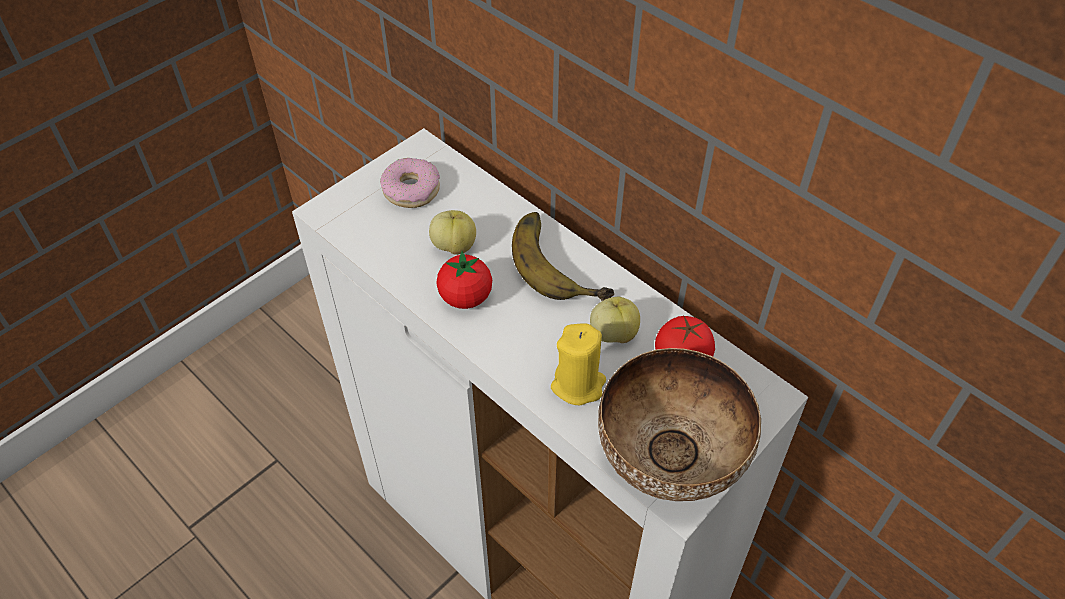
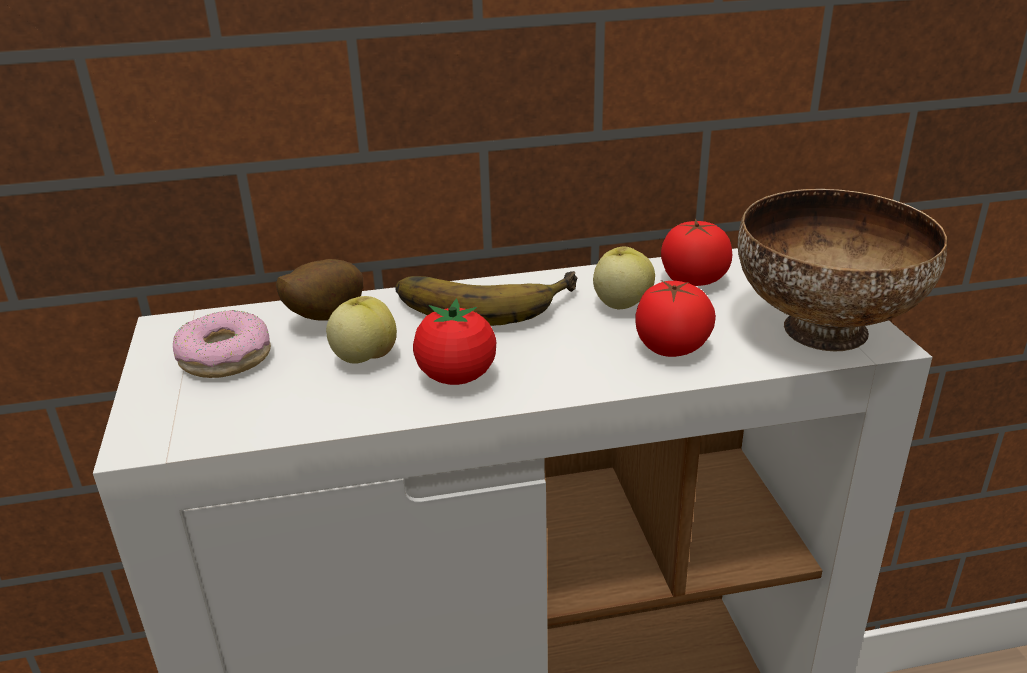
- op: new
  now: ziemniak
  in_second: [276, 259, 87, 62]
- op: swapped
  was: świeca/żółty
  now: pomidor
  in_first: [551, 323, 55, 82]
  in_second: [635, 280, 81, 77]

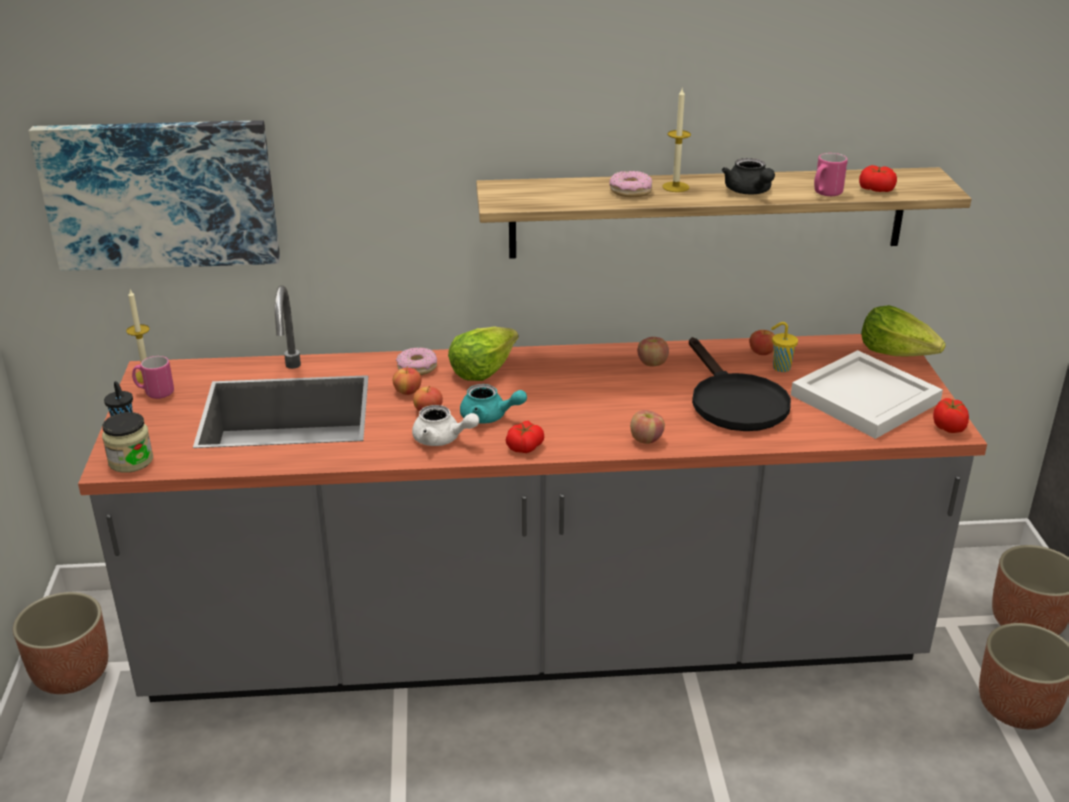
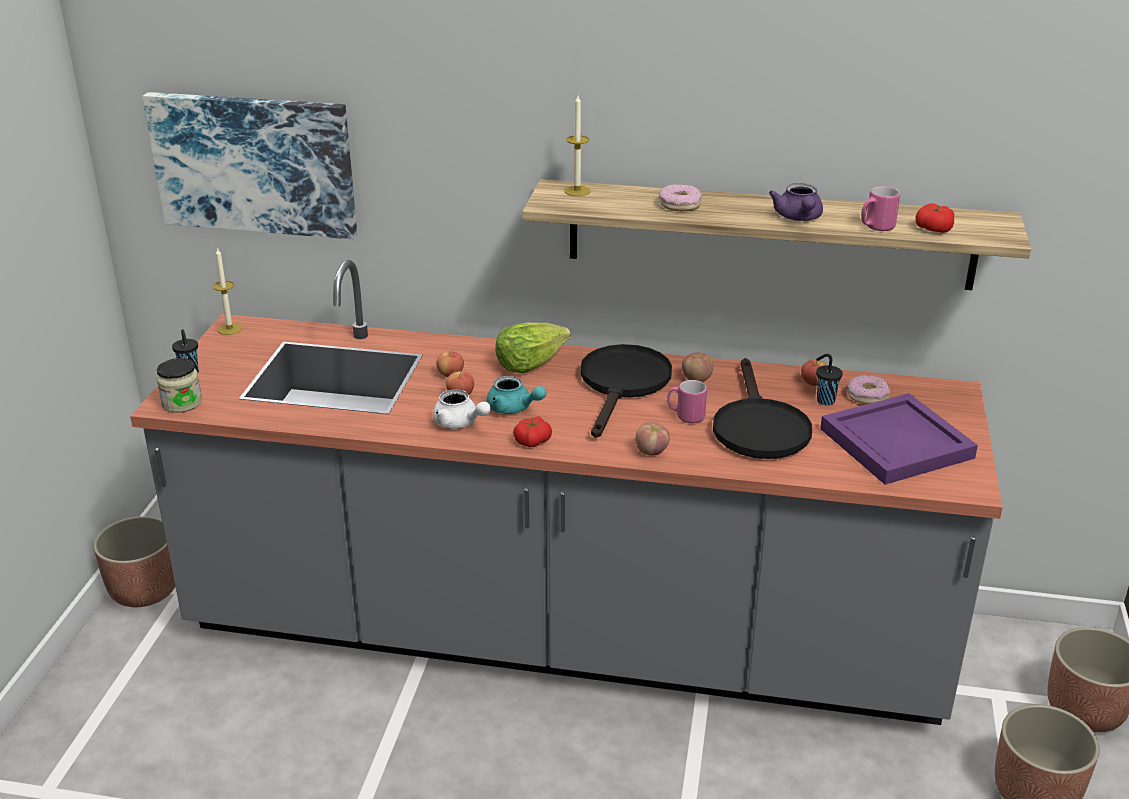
- op: shifted
  was: świeca
  in_first: [662, 88, 29, 104]
  in_second: [564, 95, 27, 101]
- op: new
  now: patelnia/czarny
  in_second: [580, 344, 92, 94]
- op: shifted
  was: kubek/różowy
  in_first: [132, 356, 42, 43]
  in_second: [667, 380, 40, 43]
- op: repainted
  was: imbryk/czarny
  now: imbryk/fioletowy
  in_first: [722, 158, 53, 37]
  in_second: [769, 183, 54, 38]
- op: repainted
  was: filiżanka/żółty
  now: filiżanka/czarny
  in_first: [771, 322, 27, 50]
  in_second: [816, 354, 27, 51]
- op: repainted
  was: taca/biały
  now: taca/fioletowy
  in_first: [791, 350, 152, 89]
  in_second: [820, 393, 158, 92]
- op: shifted
  was: donut
  in_first: [396, 347, 41, 28]
  in_second: [847, 375, 43, 29]
- op: gone
  was: sałata
  in_first: [861, 305, 85, 52]
- op: gone
  was: pomidor
  in_first: [933, 398, 36, 35]

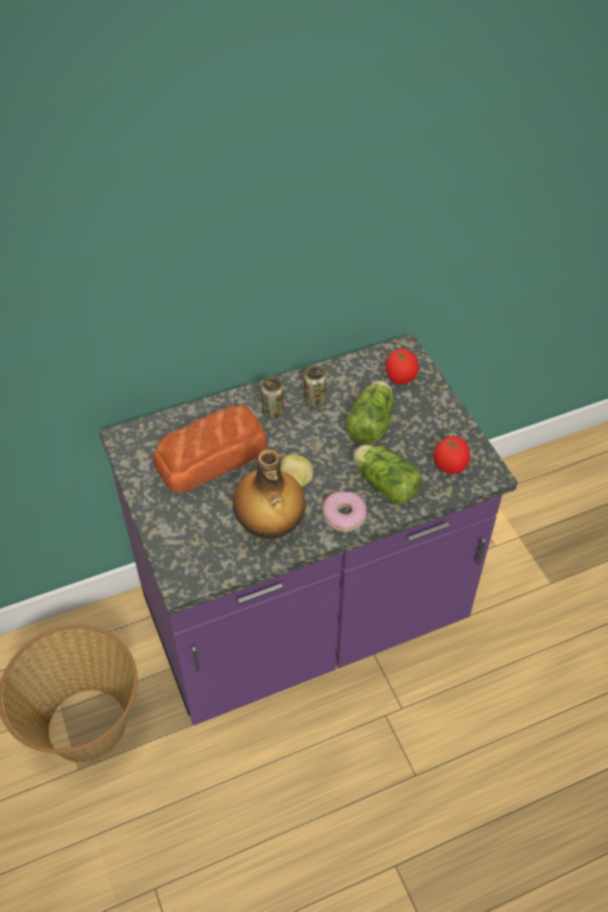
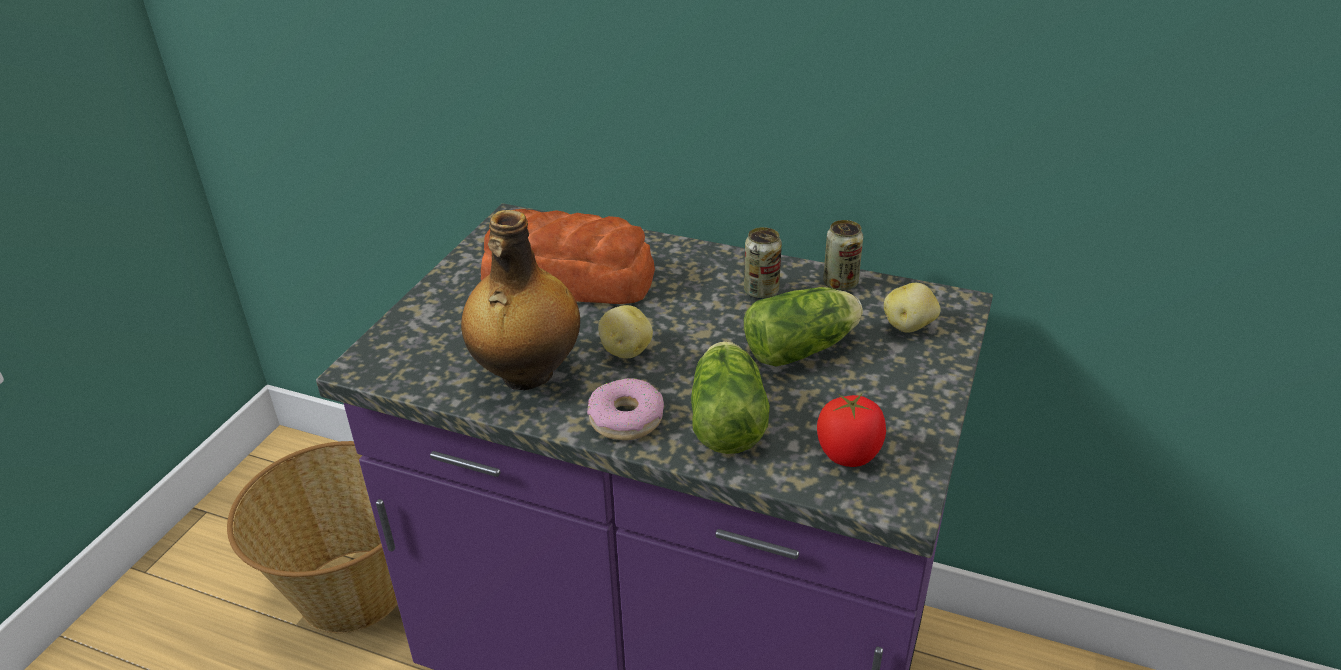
- op: shifted
  was: puszka
  in_first: [261, 377, 23, 42]
  in_second: [823, 220, 40, 71]
- op: swapped
  was: pomidor
  now: ziemniak
  in_first: [386, 349, 33, 35]
  in_second: [884, 283, 57, 50]

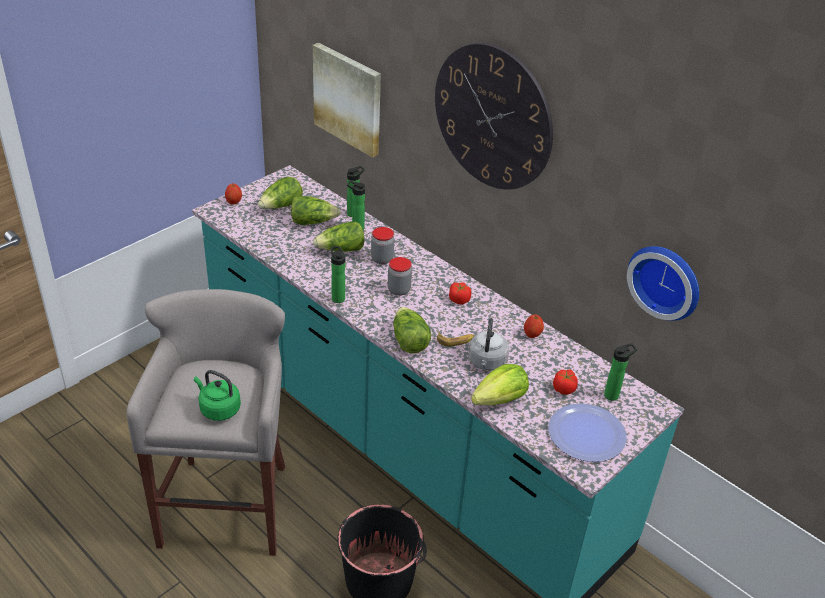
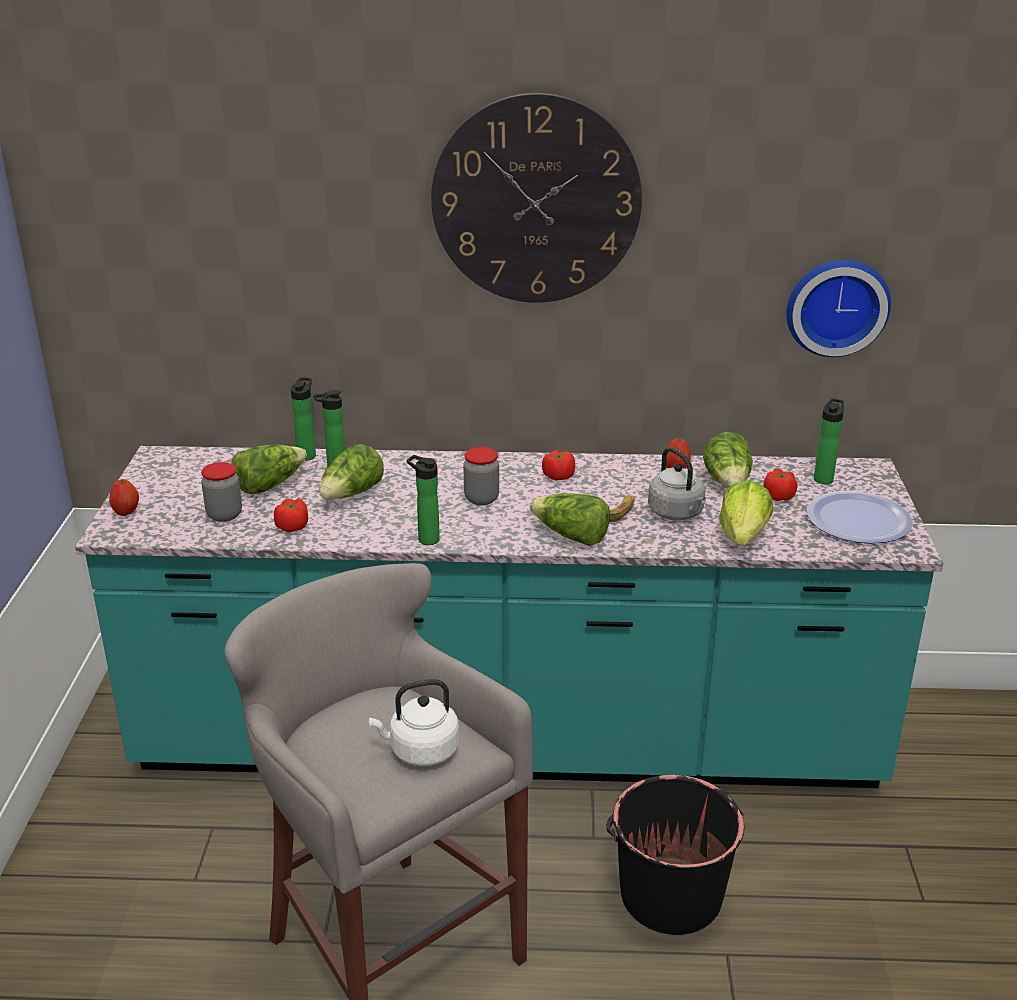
- op: shifted
  was: słoik
  in_first: [371, 227, 23, 37]
  in_second: [201, 462, 41, 60]
- op: new
  now: pomidor
  in_second: [274, 499, 34, 33]
- op: repainted
  was: czajnik/zielony
  now: czajnik/biały
  in_first: [194, 370, 47, 51]
  in_second: [368, 679, 91, 87]
- op: shifted
  was: sałata
  in_first: [258, 176, 45, 33]
  in_second: [703, 432, 50, 56]
- op: gone
  was: obraz
  in_first: [313, 43, 68, 115]

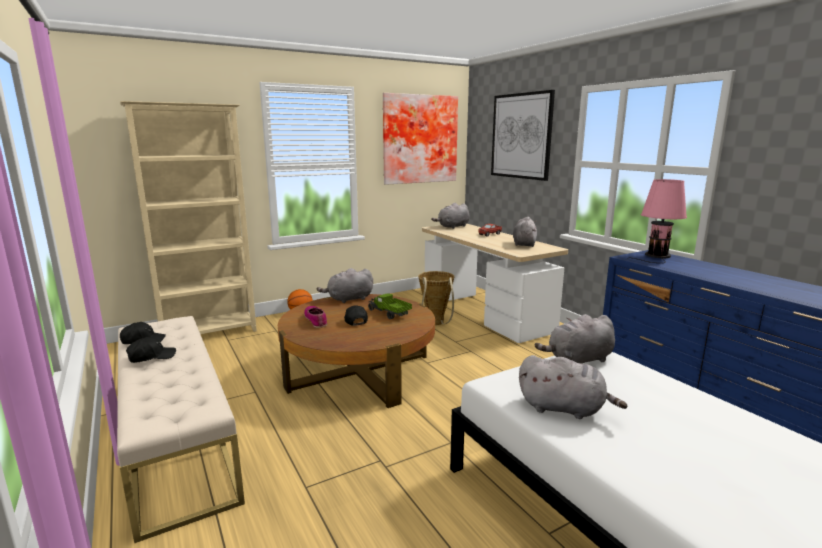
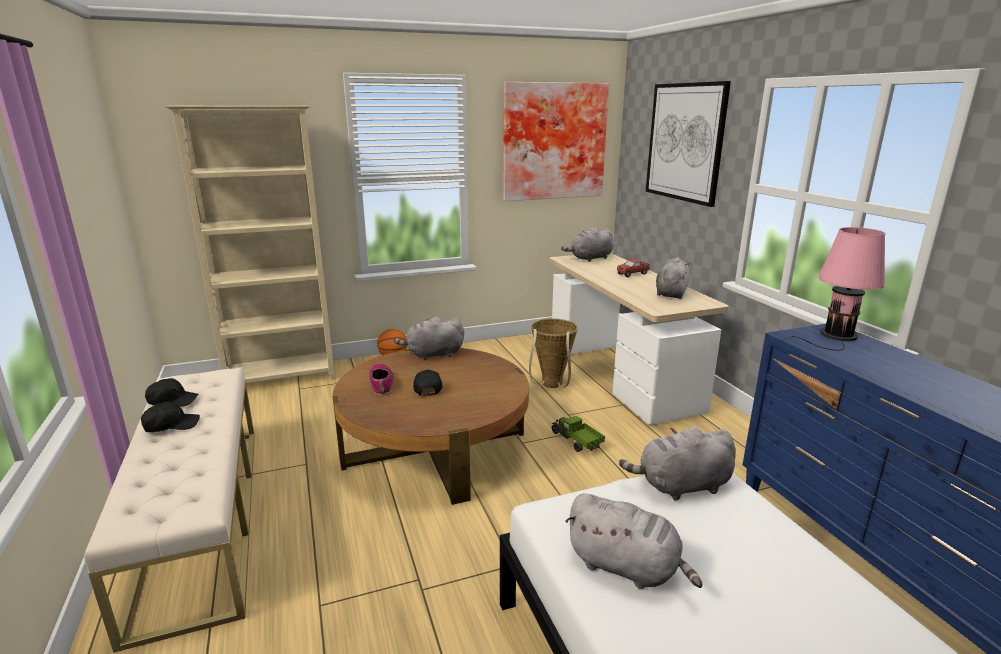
- op: shifted
  was: ciężarówka zabawkowa
  in_first: [368, 293, 44, 26]
  in_second: [551, 416, 54, 36]

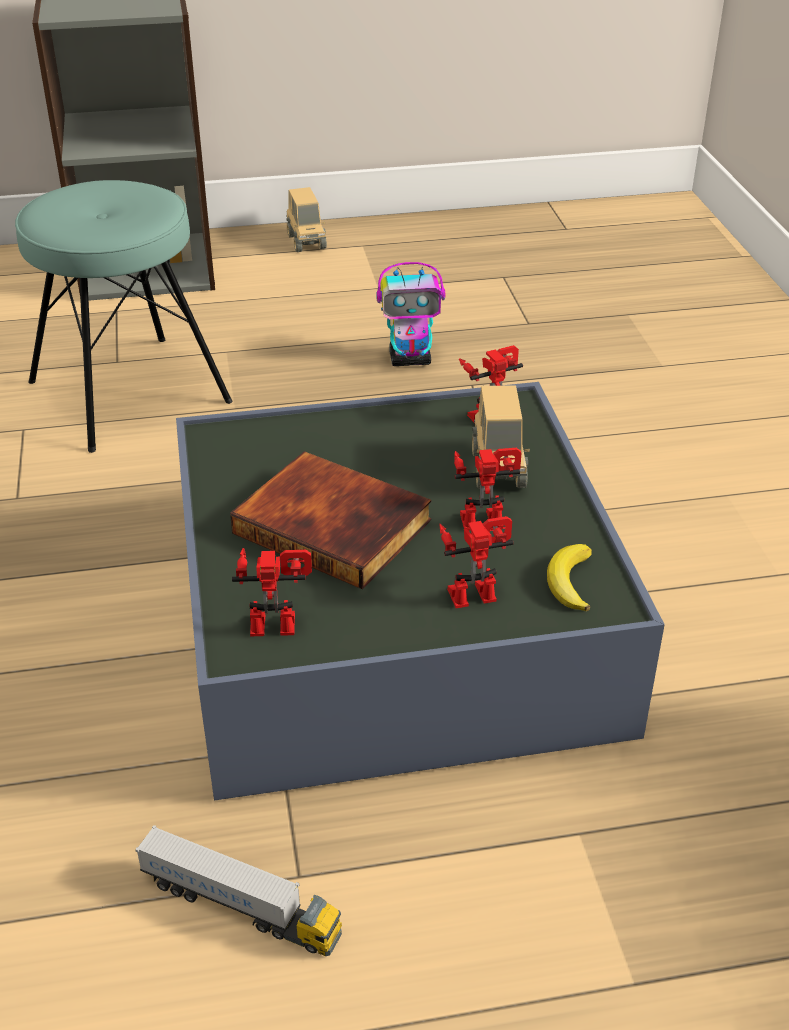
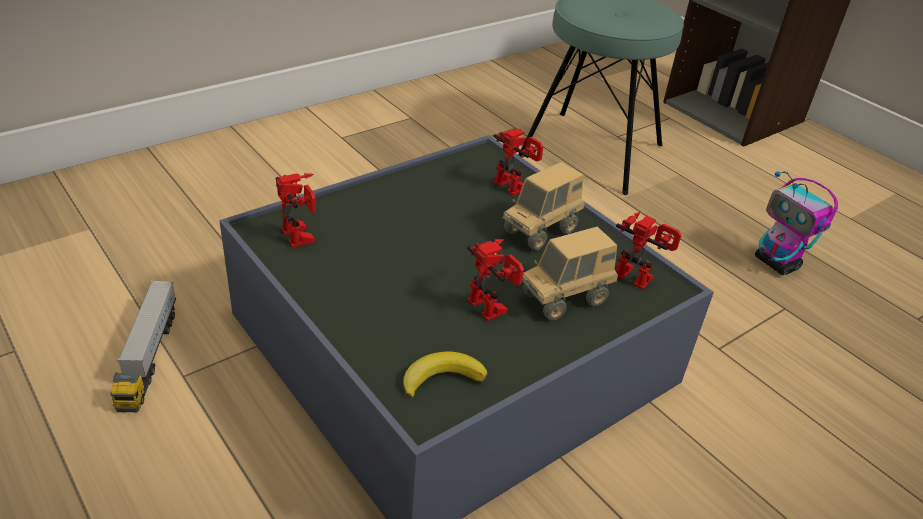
- op: shifted
  was: robot zabawkowy
  in_first: [440, 516, 73, 92]
  in_second: [493, 129, 50, 66]
- op: shifted
  was: ciężarówka zabawkowa
  in_first: [286, 187, 41, 65]
  in_second: [502, 162, 83, 88]
- op: gone
  was: książka
  in_first: [230, 451, 201, 138]

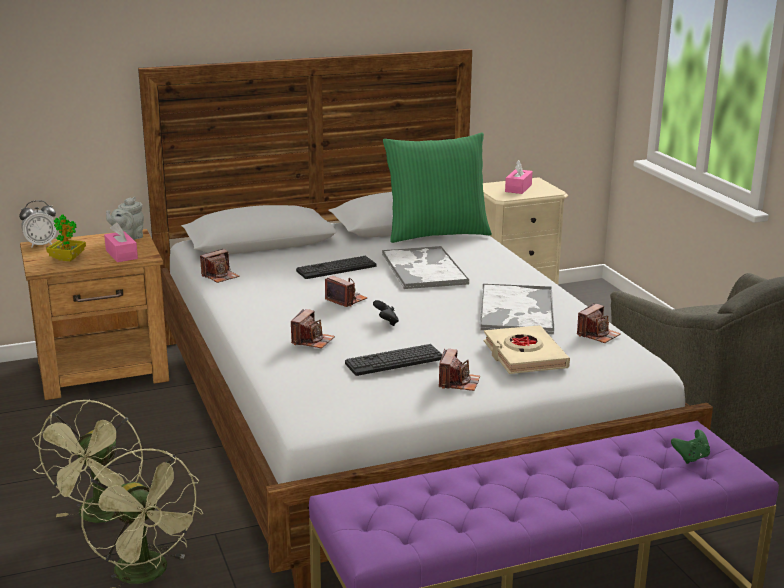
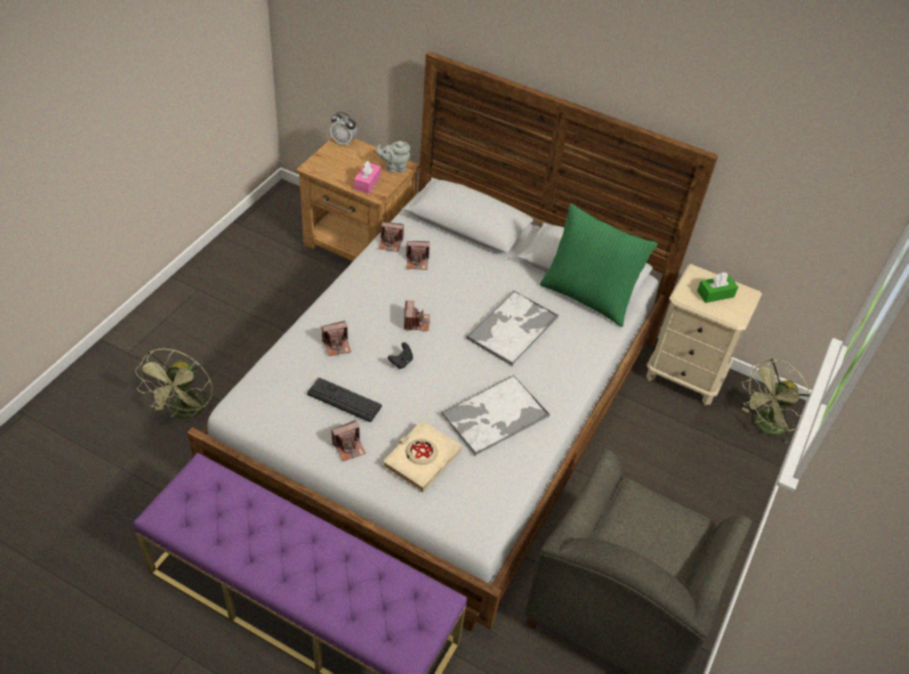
- op: shifted
  was: aparat fotograficzny
  in_first: [577, 303, 44, 40]
  in_second: [406, 241, 24, 29]
- op: repainted
  was: pudełko chusteczek/różowy
  now: pudełko chusteczek/zielony
  in_first: [505, 160, 28, 34]
  in_second: [697, 272, 41, 31]
- op: shifted
  was: wentylator/zielony
  in_first: [32, 399, 111, 124]
  in_second: [742, 359, 68, 85]
- op: gone
  was: roślina doniczkowa
  in_first: [46, 214, 40, 47]
- op: gone
  was: klawiatura
  in_first: [296, 256, 80, 23]
- op: gone
  was: pad do gier/zielony
  in_first: [671, 429, 39, 35]

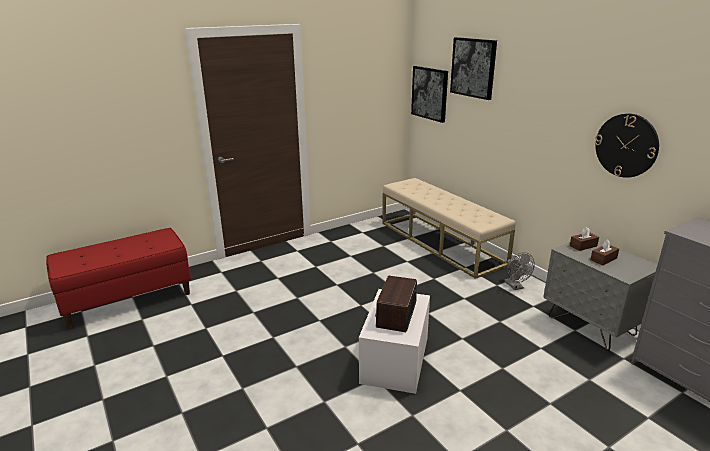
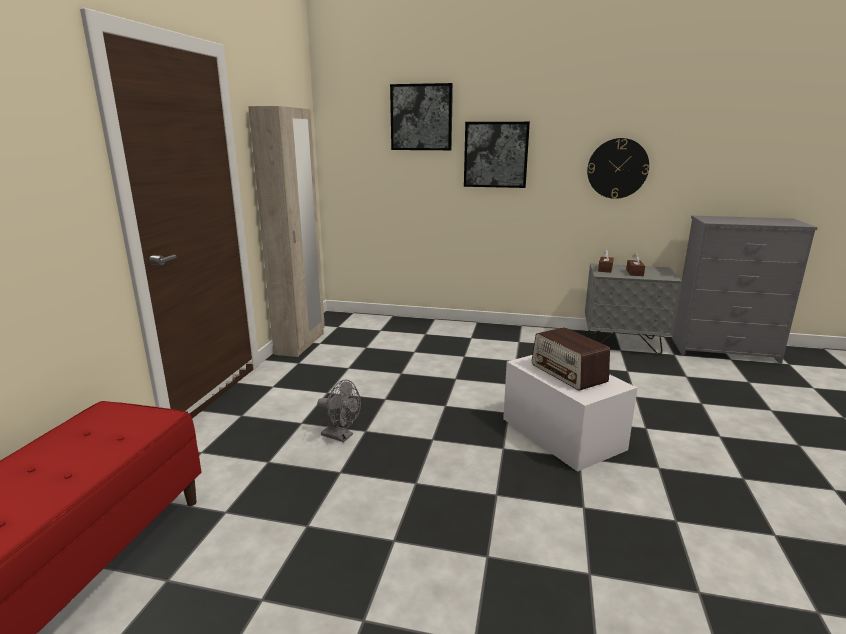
- op: new
  now: szafa/beżowy
  in_second: [248, 106, 77, 251]
- op: shifted
  was: wentylator/szary
  in_first: [504, 252, 31, 38]
  in_second: [317, 379, 44, 63]
- op: shifted
  was: obraz
  in_first: [411, 66, 37, 57]
  in_second: [464, 122, 66, 66]
- op: gone
  was: ławka/beżowy
  in_first: [382, 178, 134, 101]

